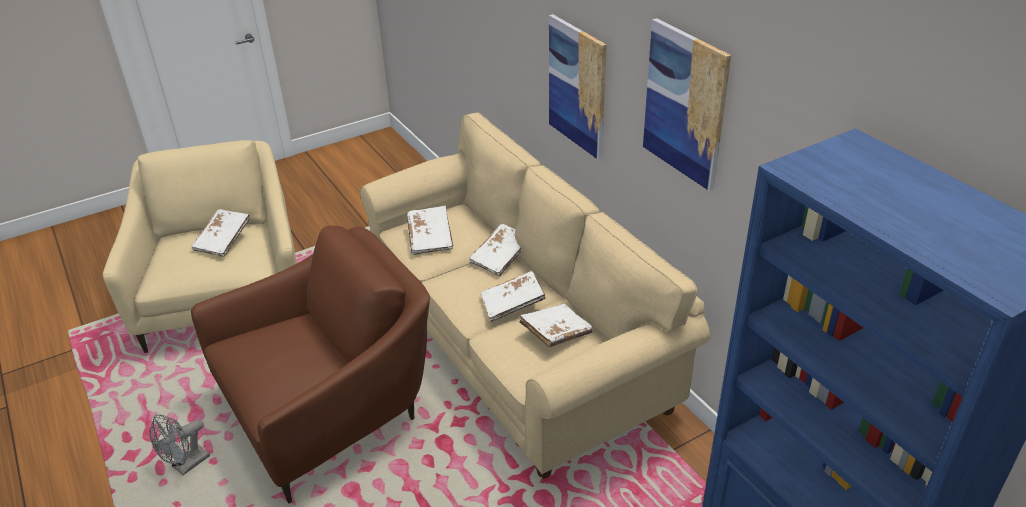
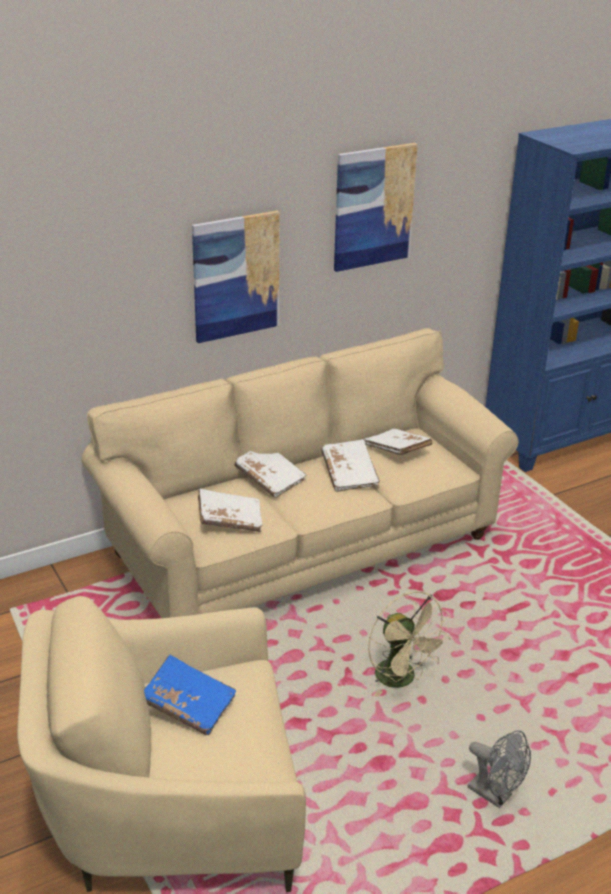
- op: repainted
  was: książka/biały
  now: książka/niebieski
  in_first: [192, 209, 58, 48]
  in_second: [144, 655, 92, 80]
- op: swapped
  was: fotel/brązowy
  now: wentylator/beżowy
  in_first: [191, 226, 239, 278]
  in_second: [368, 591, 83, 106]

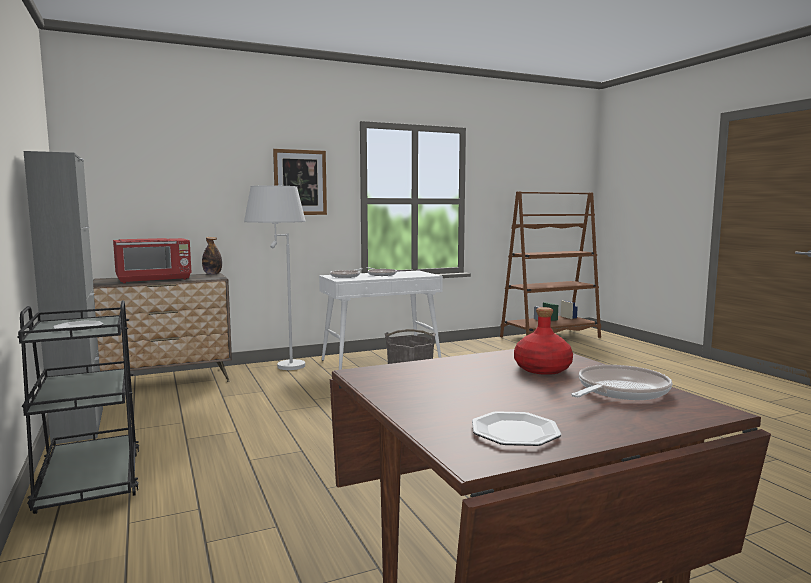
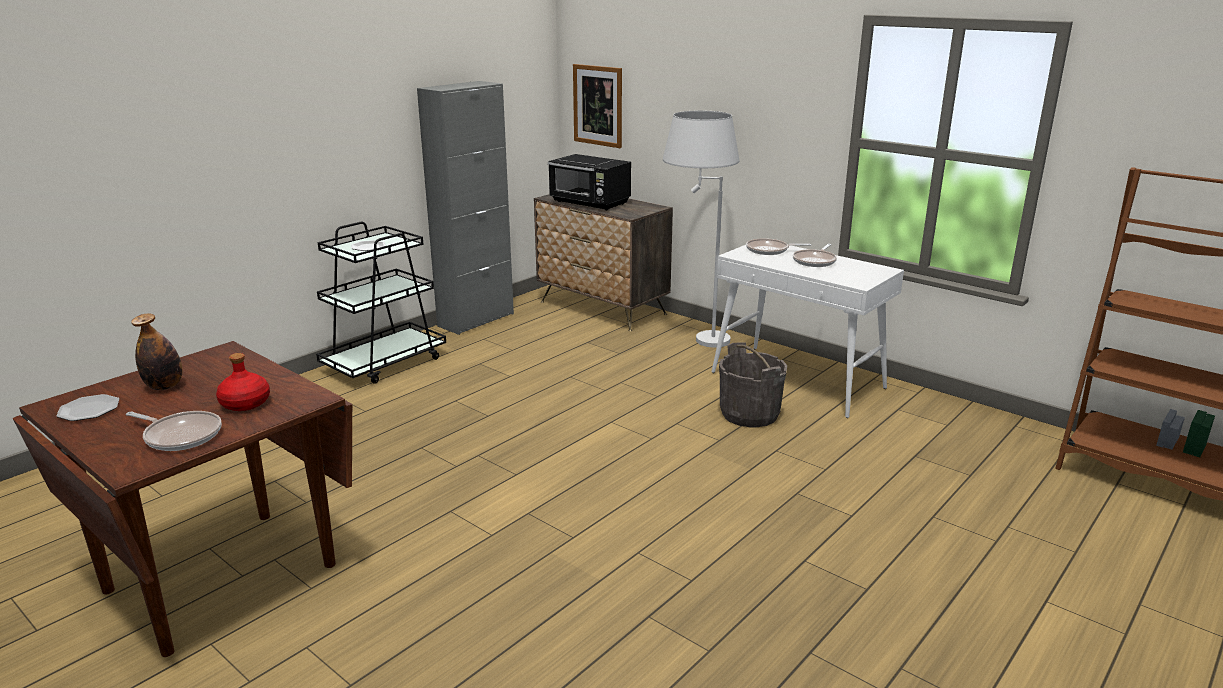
- op: shifted
  was: butelka
  in_first: [202, 237, 20, 38]
  in_second: [131, 313, 51, 77]
- op: repainted
  was: mikrofalówka/czerwony
  now: mikrofalówka/czarny
  in_first: [113, 238, 79, 45]
  in_second: [548, 154, 83, 56]
- op: shifted
  was: obraz
  in_first: [273, 149, 54, 66]
  in_second: [573, 64, 49, 84]

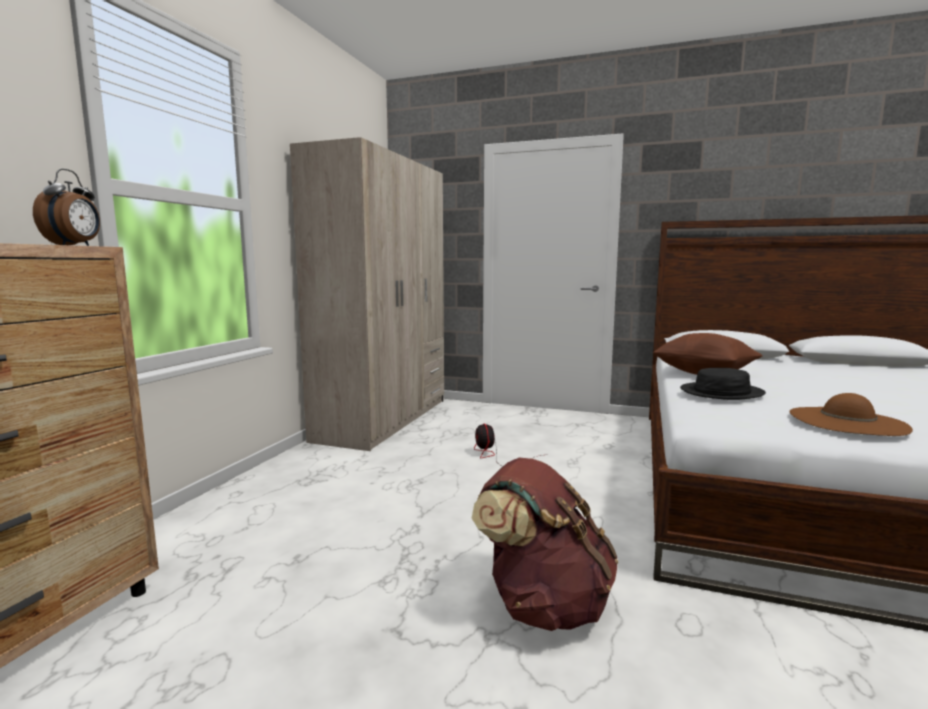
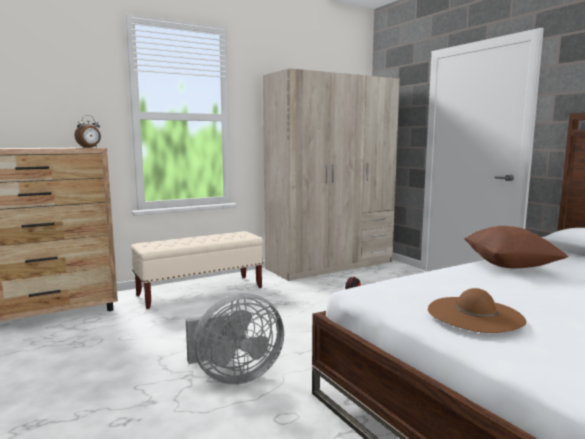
- op: new
  now: ławka/beżowy
  in_second: [131, 231, 132, 78]
- op: swapped
  was: plecak/brązowy
  now: wentylator/szary
  in_first: [472, 457, 146, 174]
  in_second: [186, 293, 98, 92]
- op: gone
  was: kapelusz/czarny
  in_first: [680, 368, 86, 32]

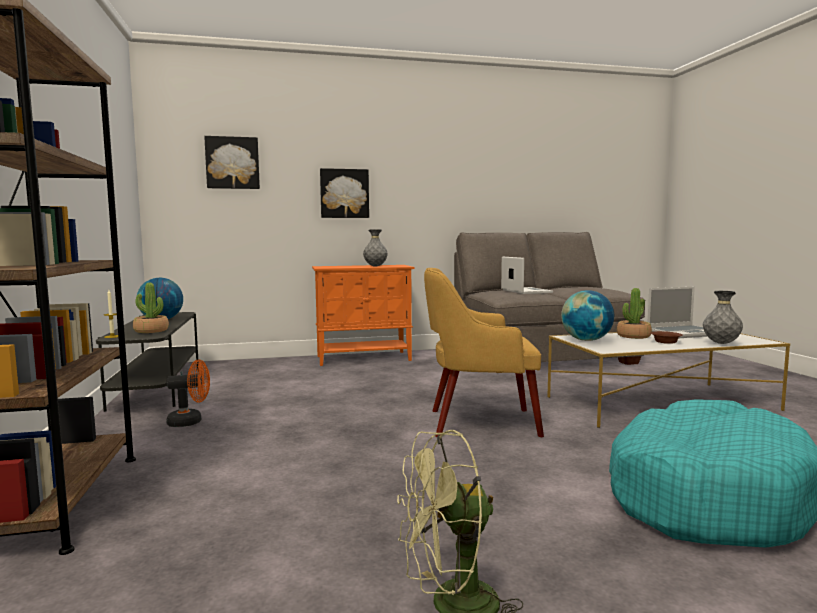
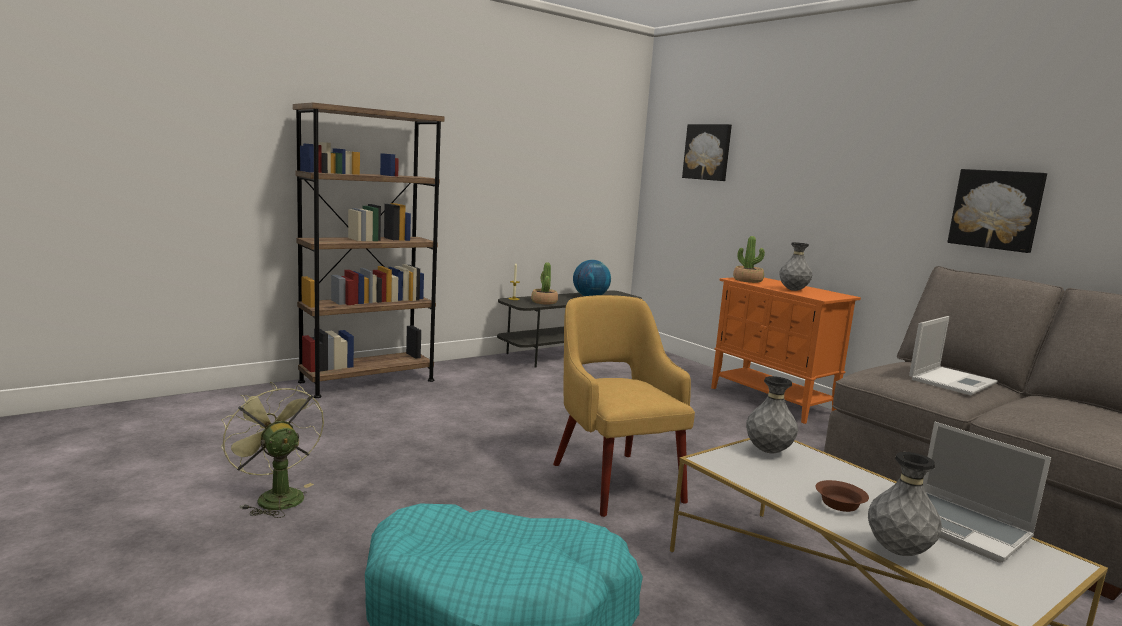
- op: shifted
  was: roślina doniczkowa
  in_first: [617, 288, 35, 51]
  in_second: [733, 236, 32, 47]
- op: swapped
  was: globus
  now: wazon/szary
  in_first: [561, 290, 53, 51]
  in_second: [746, 376, 52, 77]
- op: shifted
  was: obraz
  in_first: [320, 168, 49, 50]
  in_second: [947, 169, 100, 84]
- op: gone
  was: wentylator/pomarańczowy
  in_first: [166, 359, 44, 68]

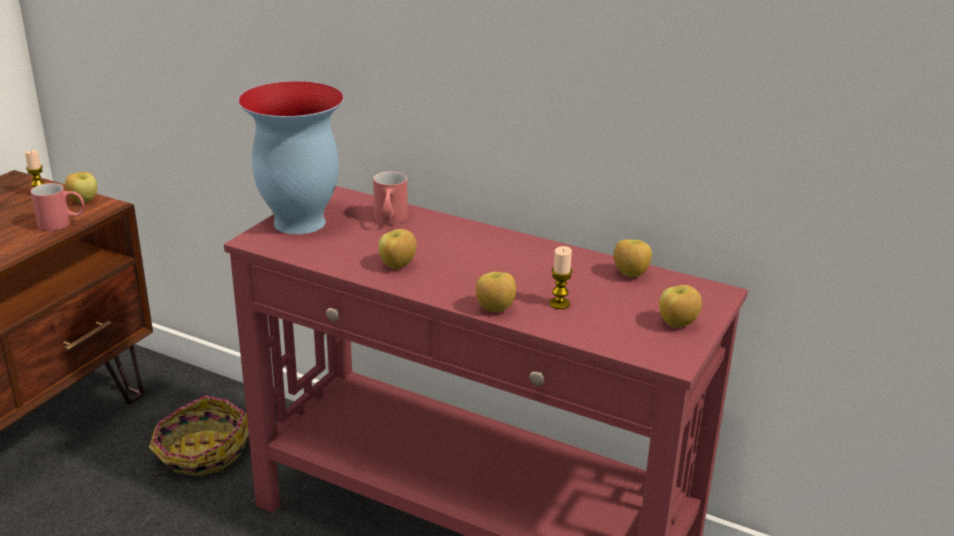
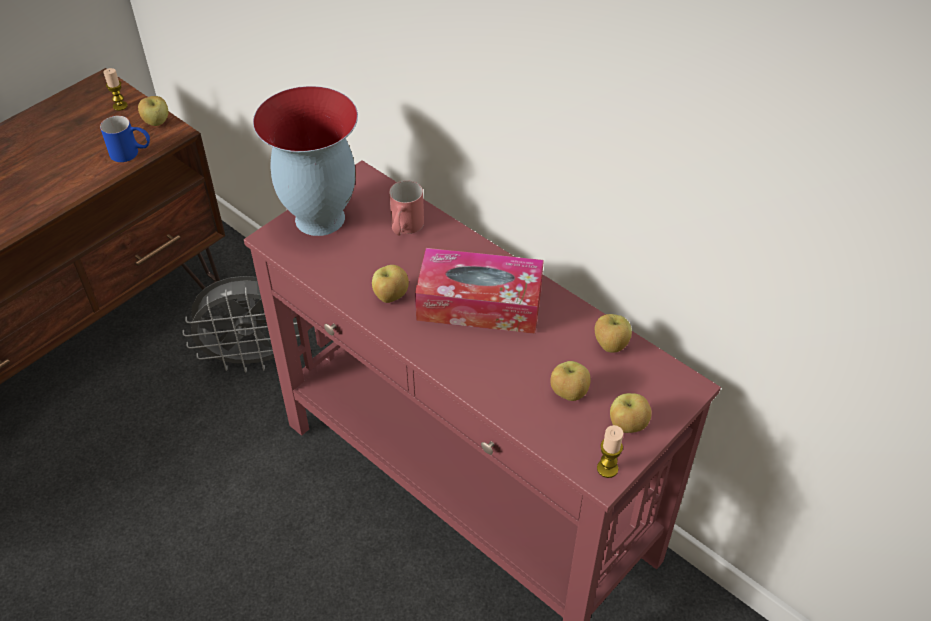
- op: repainted
  was: kubek/czerwony
  now: kubek/niebieski
  in_first: [31, 183, 53, 48]
  in_second: [100, 116, 50, 46]
- op: swapped
  was: koszyk
  now: wentylator/szary
  in_first: [149, 395, 100, 82]
  in_second: [183, 276, 117, 97]
- op: new
  now: pudełko chusteczek
  in_second: [415, 248, 129, 86]
- op: shifted
  was: jabłko
  in_first: [476, 272, 40, 40]
  in_second: [550, 361, 41, 40]
- op: shifted
  was: świeca
  in_first: [550, 246, 23, 63]
  in_second: [597, 425, 26, 53]

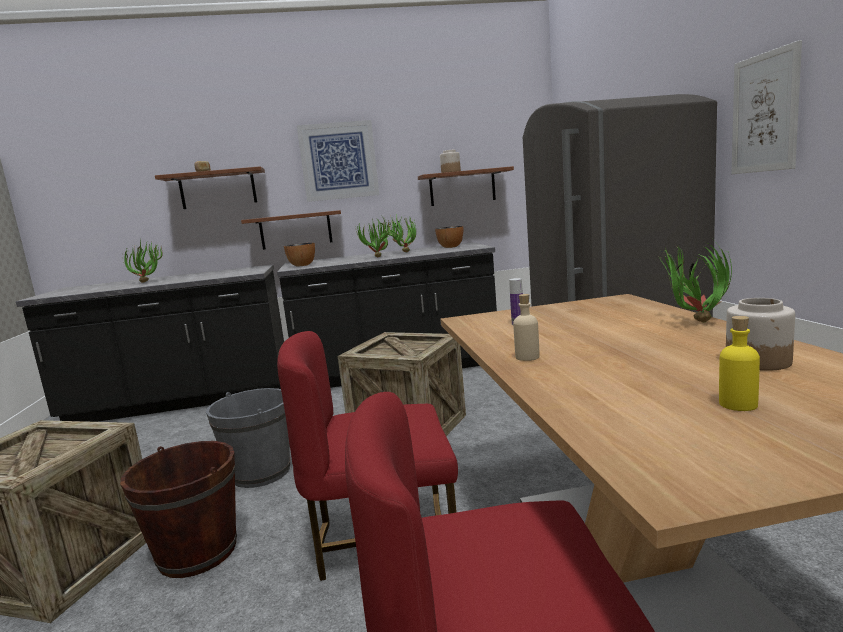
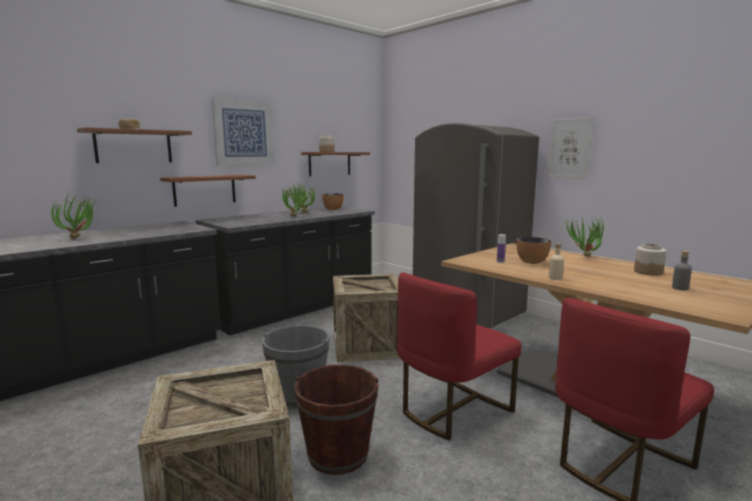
- op: shifted
  was: miska
  in_first: [284, 243, 31, 23]
  in_second: [516, 237, 36, 27]
- op: repainted
  was: butelka/żółty
  now: butelka/szary
  in_first: [719, 316, 41, 95]
  in_second: [672, 251, 20, 39]

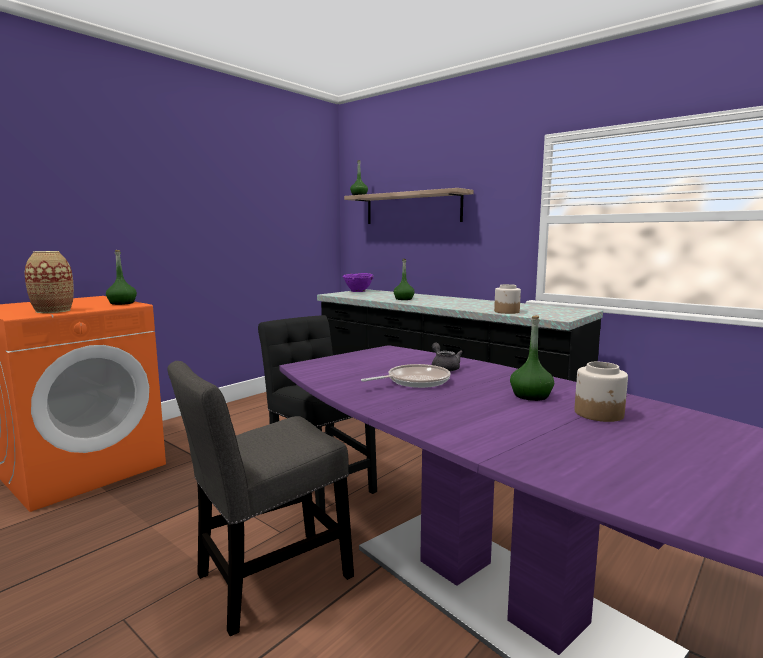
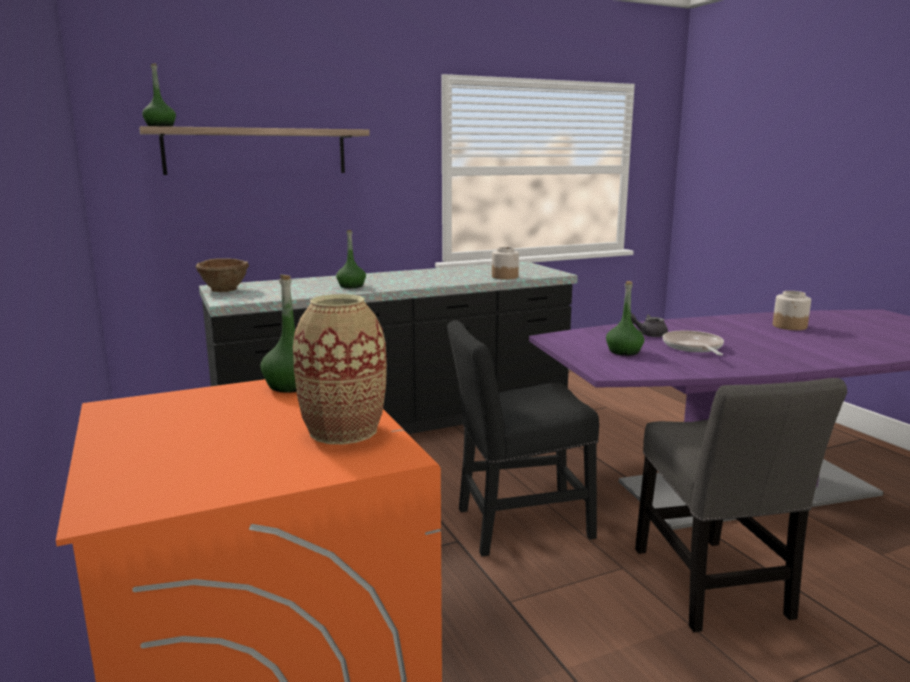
- op: repainted
  was: miska/fioletowy
  now: miska/brązowy
  in_first: [343, 273, 31, 19]
  in_second: [195, 258, 54, 34]
- op: shifted
  was: butelka/zielony
  in_first: [510, 315, 44, 86]
  in_second: [606, 281, 38, 75]

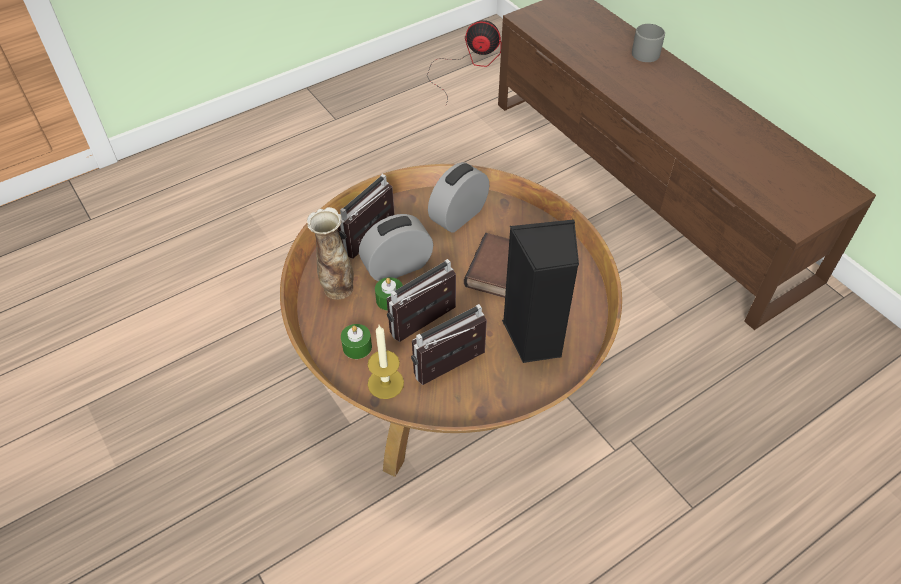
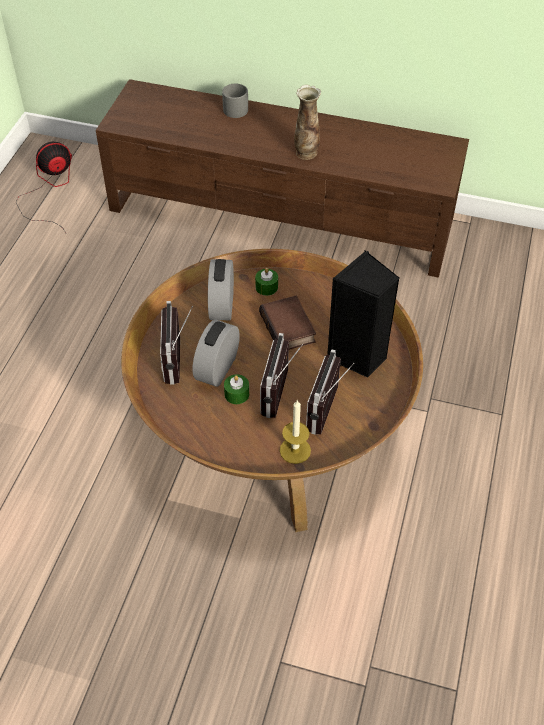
- op: shifted
  was: świeca/zielony
  in_first: [341, 324, 31, 35]
  in_second: [255, 268, 23, 28]
- op: shifted
  was: wazon
  in_first: [307, 207, 47, 93]
  in_second: [294, 85, 27, 75]

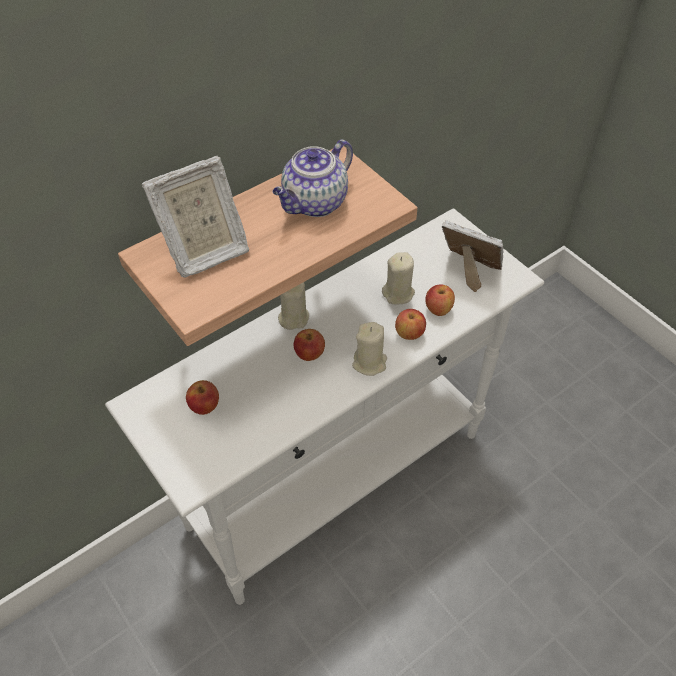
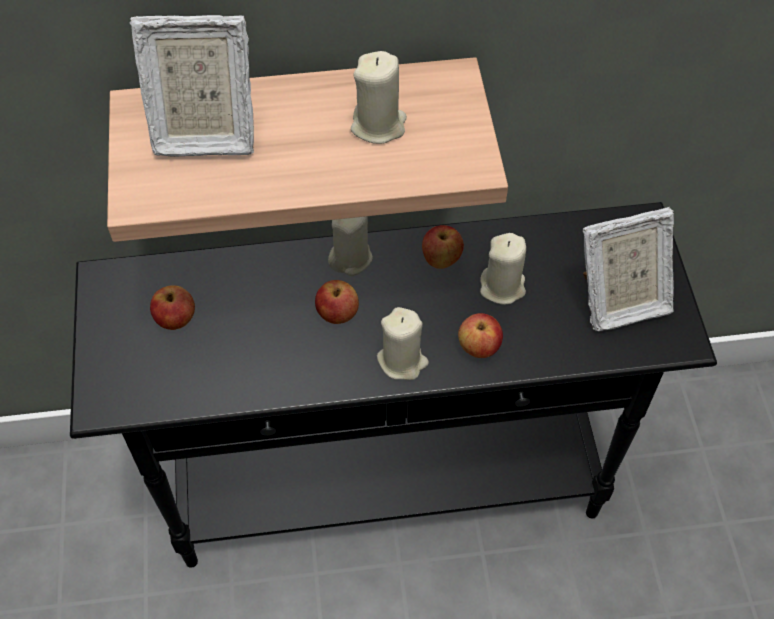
- op: repainted
  was: stolik konsolowy/biały
  now: stolik konsolowy/czarny
  in_first: [105, 208, 439, 397]
  in_second: [70, 202, 647, 366]
- op: swapped
  was: imbryk
  now: świeca/beżowy
  in_first: [273, 140, 80, 77]
  in_second: [351, 51, 56, 93]
- op: shifted
  was: jabłko
  in_first: [425, 284, 30, 32]
  in_second: [422, 225, 42, 44]
- op: rotated
  was: ramka na zdjęcie
  in_first: [442, 220, 62, 72]
  in_second: [583, 207, 91, 124]
  clockwise: 105

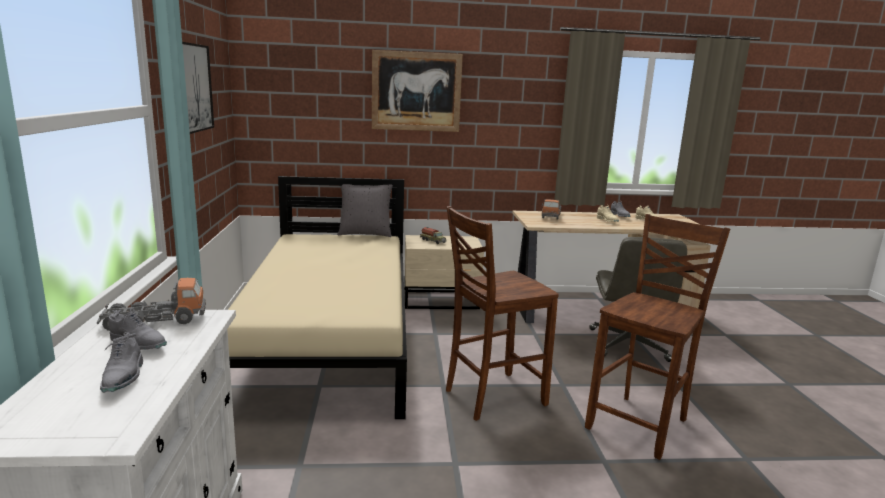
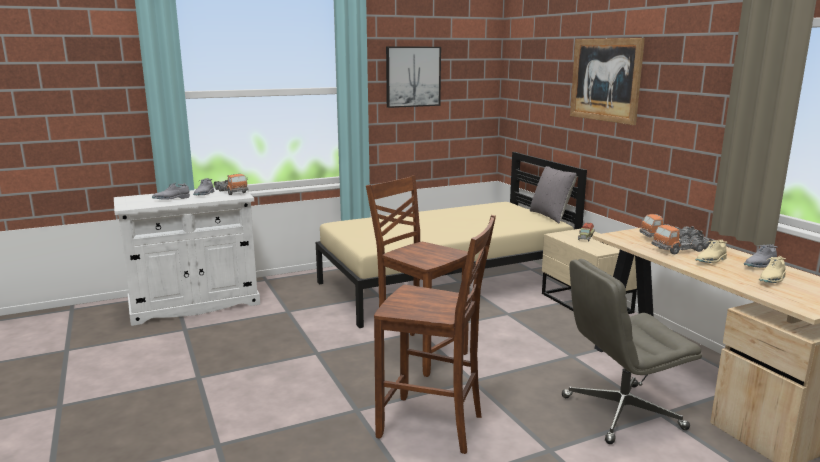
- op: new
  now: ciężarówka zabawkowa
  in_second: [652, 225, 61, 29]

